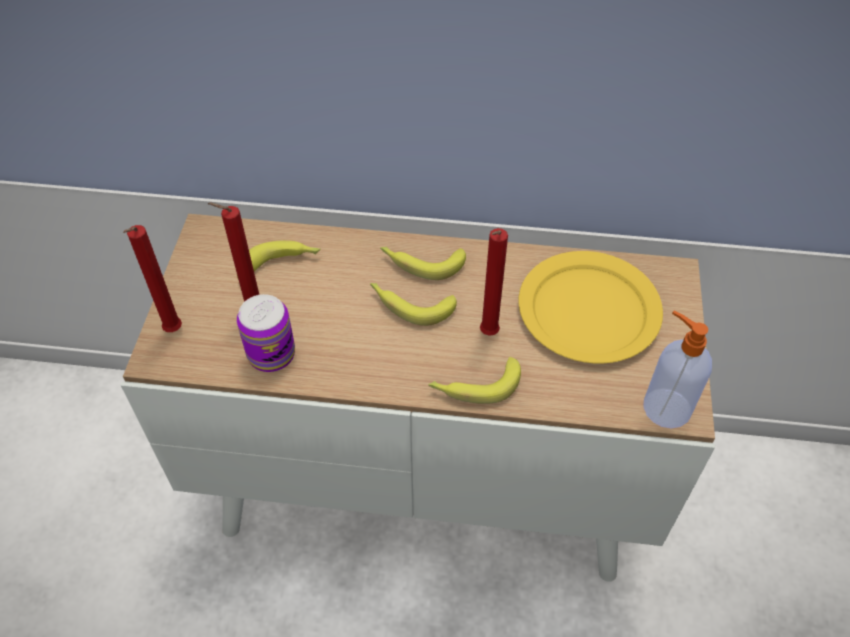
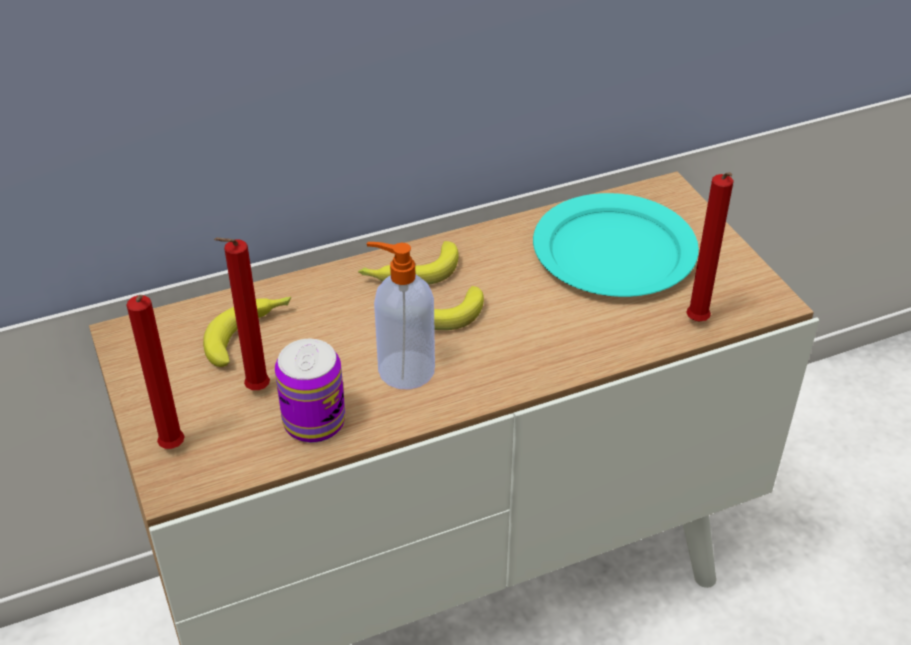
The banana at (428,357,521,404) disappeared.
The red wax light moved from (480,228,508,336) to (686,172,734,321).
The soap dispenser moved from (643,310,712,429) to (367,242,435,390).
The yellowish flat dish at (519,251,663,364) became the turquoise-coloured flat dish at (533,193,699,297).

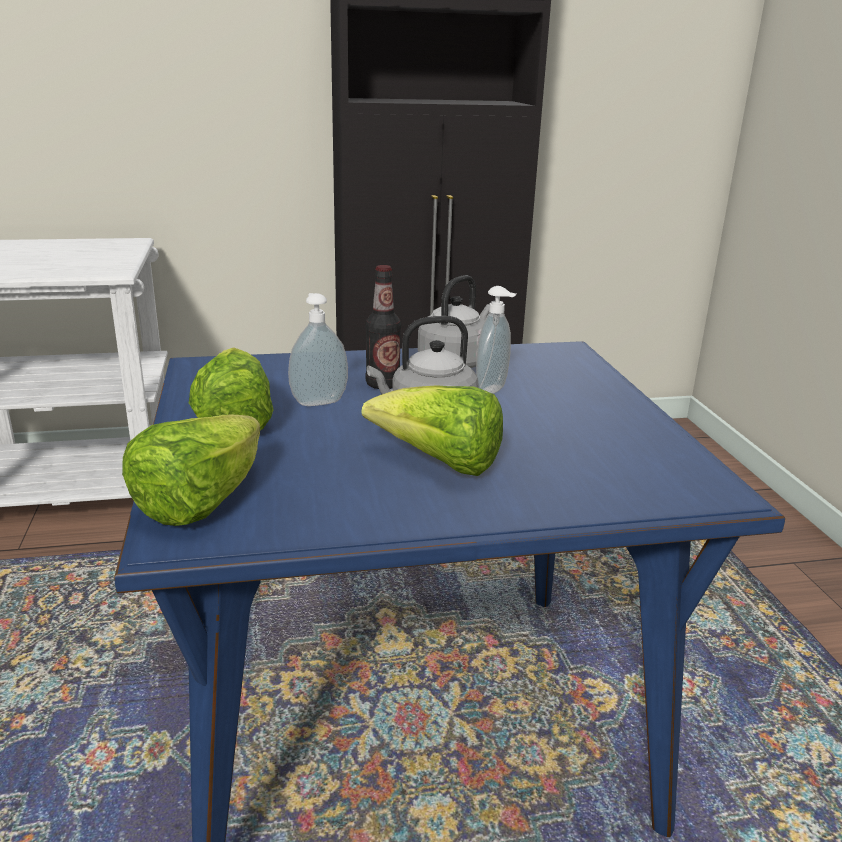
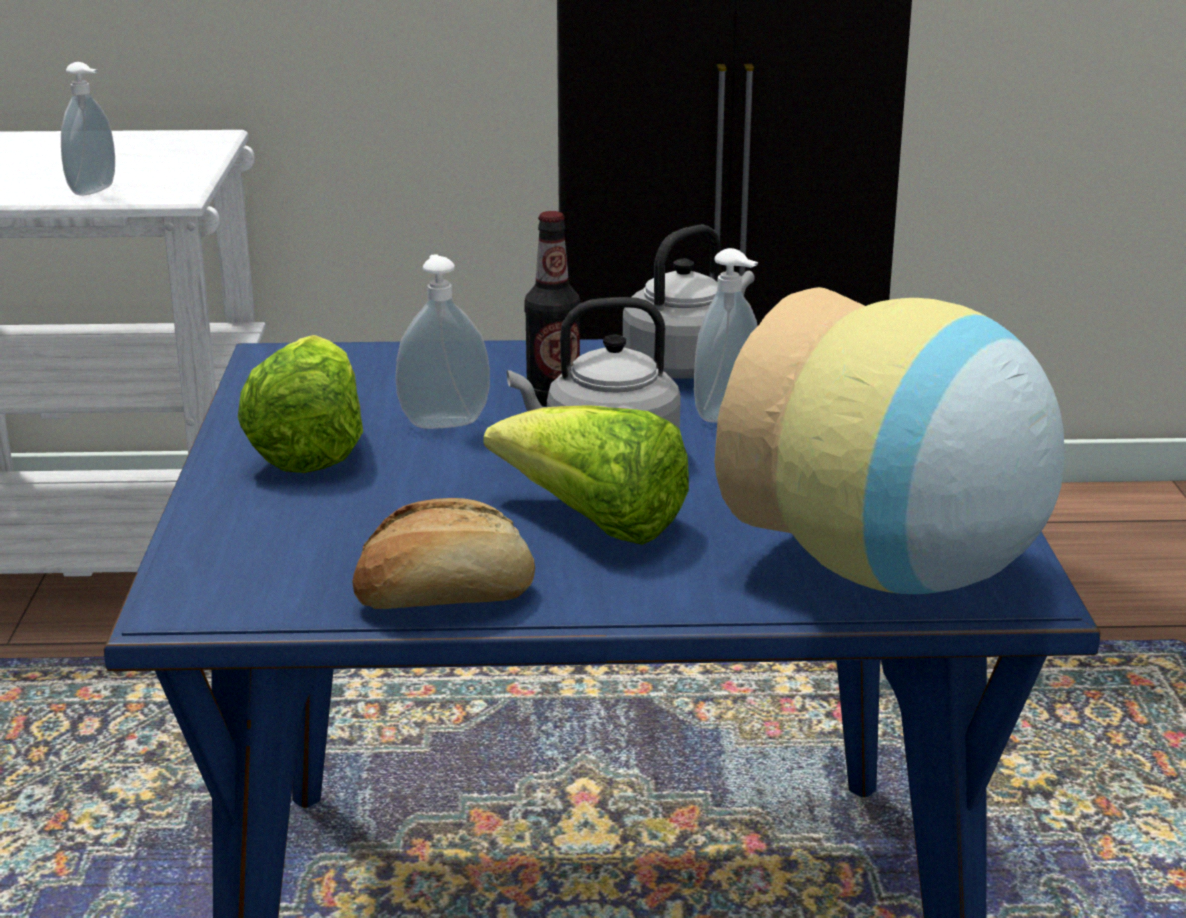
The head of lettuce at (122,415,260,526) disappeared.
The soap dispenser at (61,62,115,196) appeared.
The baked bread at (352,498,535,609) appeared.
The flower vase at (715,287,1064,594) appeared.

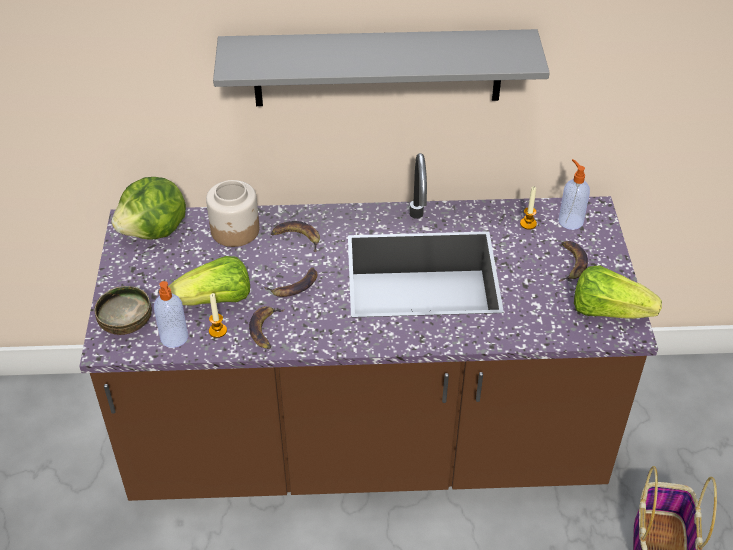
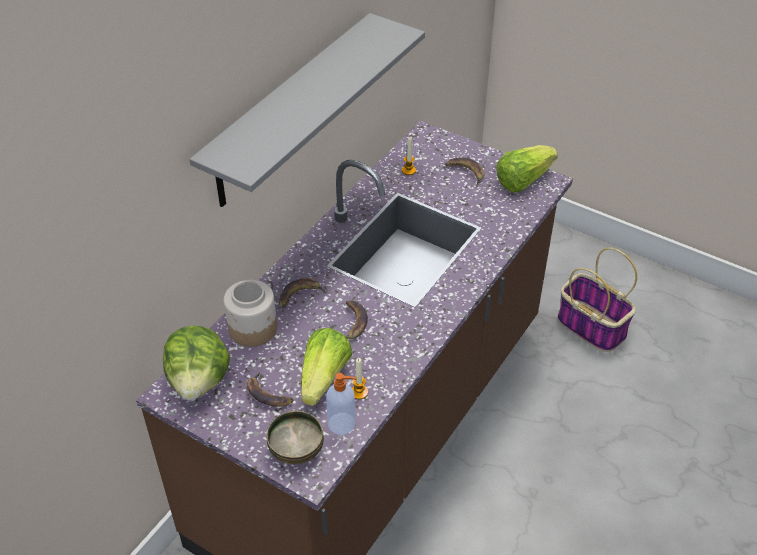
The soap dispenser at (559,159,590,230) disappeared.
The banana moved from (249,306,285,349) to (247,371,293,407).

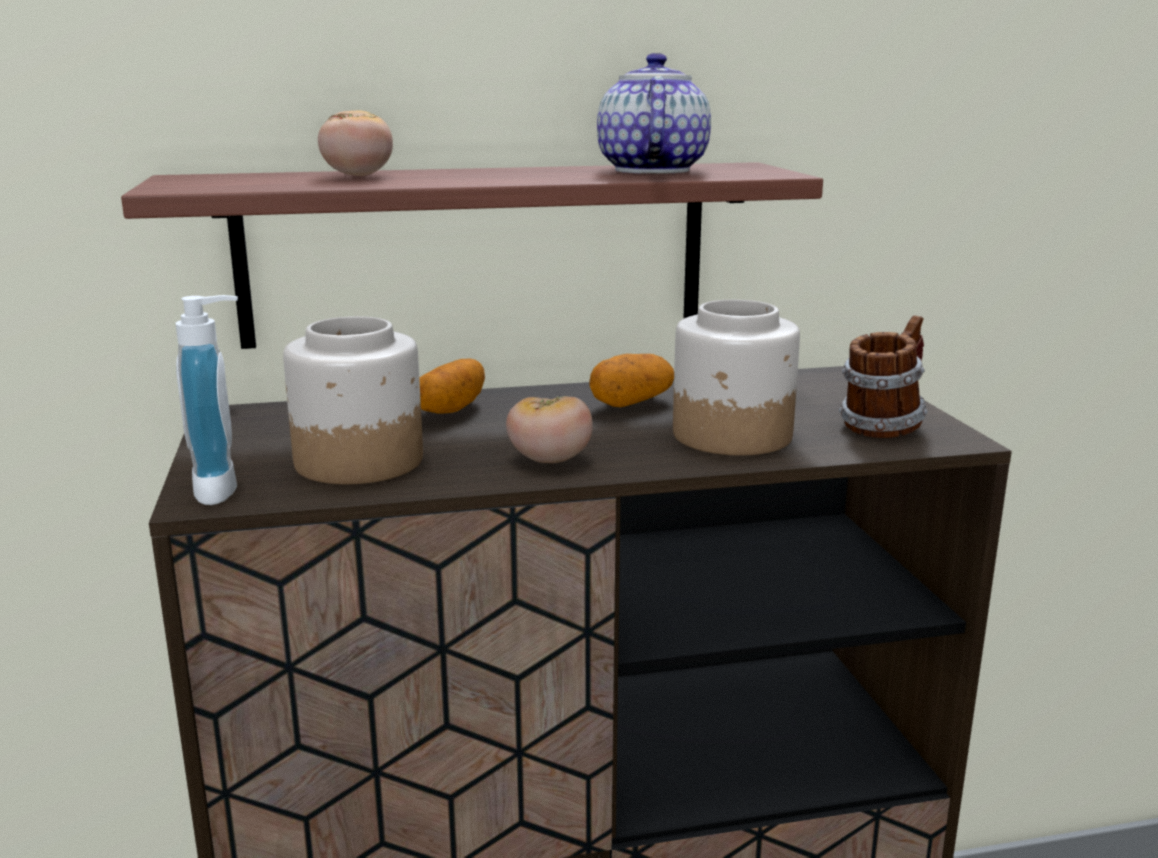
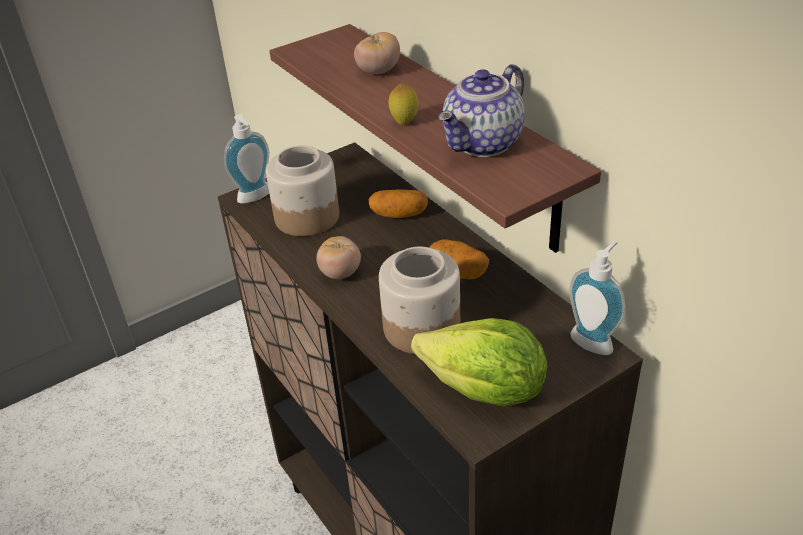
The whole lemon at (389,83,418,125) appeared.
The soap dispenser at (569,241,625,355) appeared.
The coffee mug at (839,316,928,438) was replaced by the head of lettuce at (411,318,547,407).
The teapot at (597,53,711,174) turned 150 degrees clockwise.

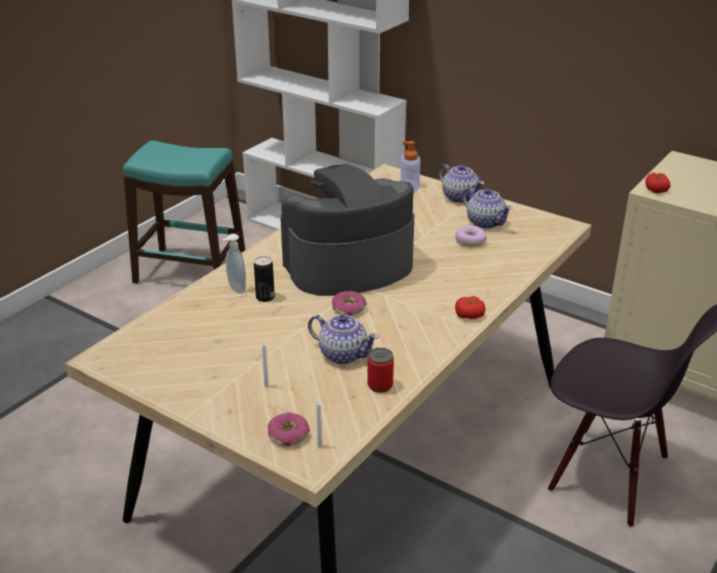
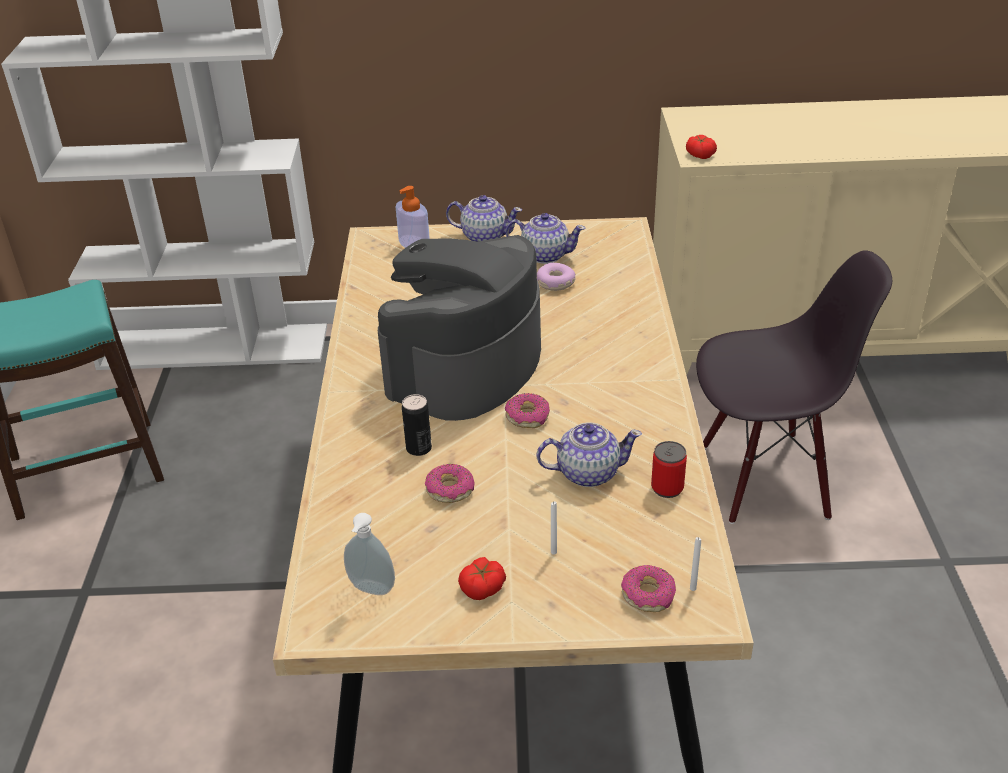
The doughnut at (425,464,475,503) appeared.
The soap dispenser moved from (222,234,246,294) to (344,513,395,595).
The whole tomato moved from (455,296,485,319) to (458,557,506,600).

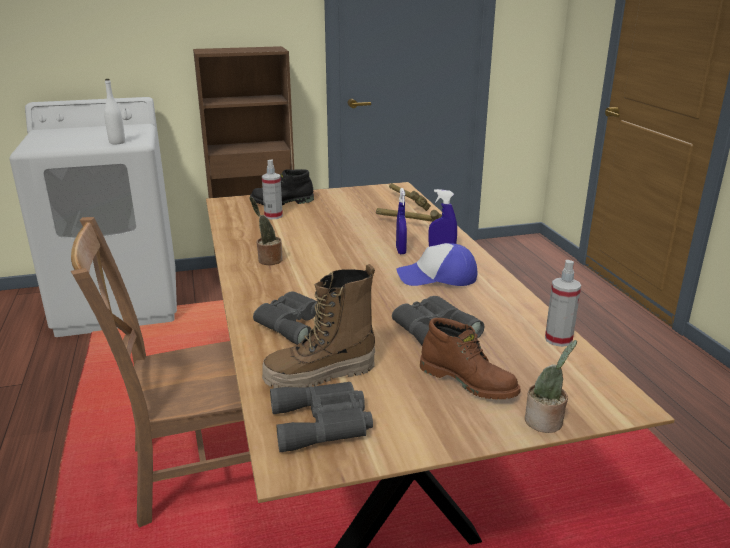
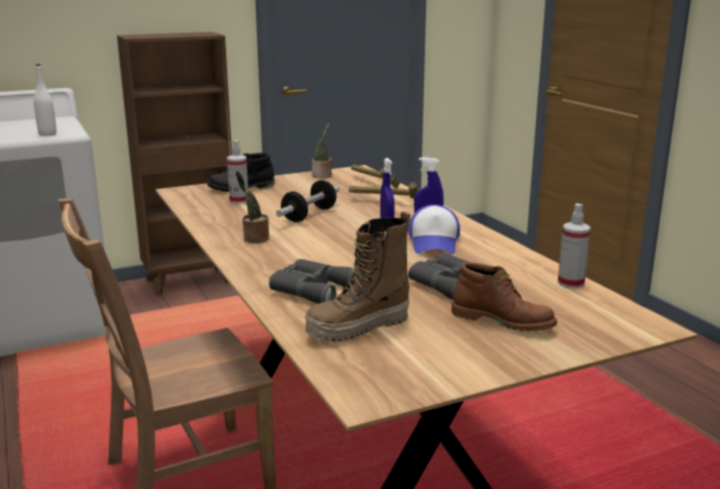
The greyish binoculars at (270,382,373,452) disappeared.
The free weight at (276,180,339,222) appeared.
The plant in a pot moved from (525,340,577,433) to (312,123,332,178).
The peaked cap at (397,243,478,286) turned 75 degrees counterclockwise.

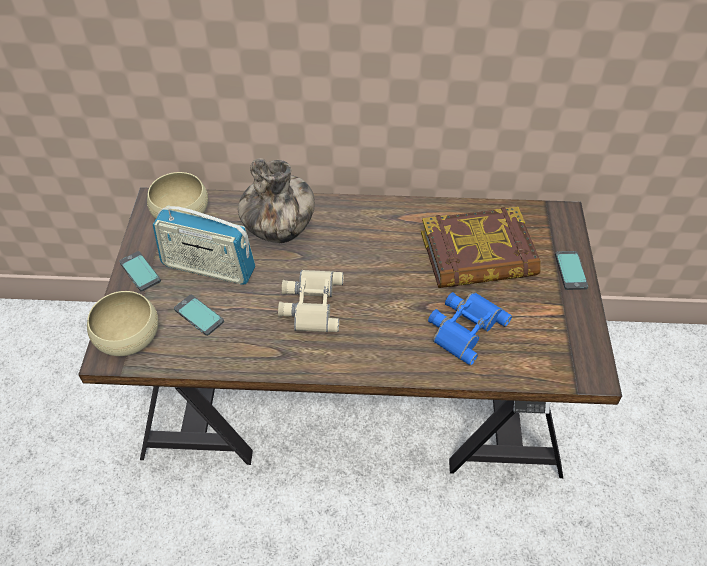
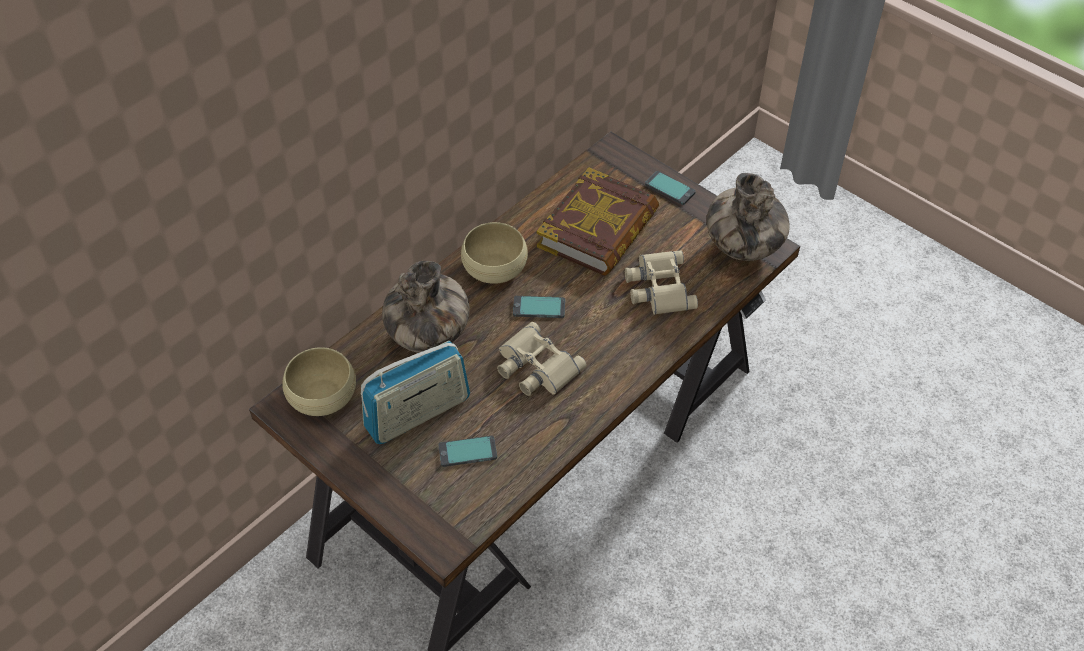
The flower vase at (706,173,790,261) appeared.
The sand-coloured serving bowl moved from (87,291,159,356) to (461,222,528,284).
The telephone moved from (119,251,161,292) to (513,296,565,318).
The bluish binoculars at (428,292,512,365) became the sand-coloured binoculars at (625,250,698,315).

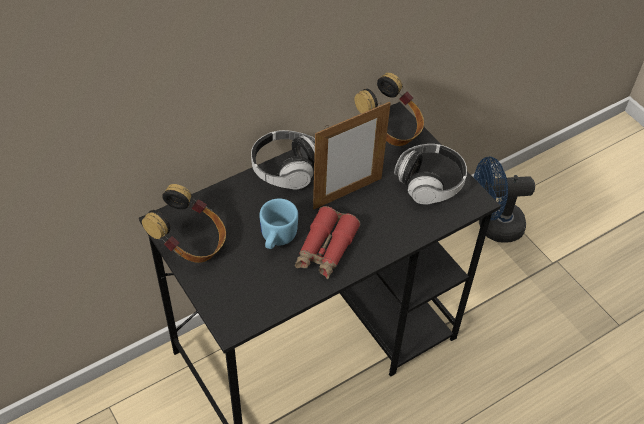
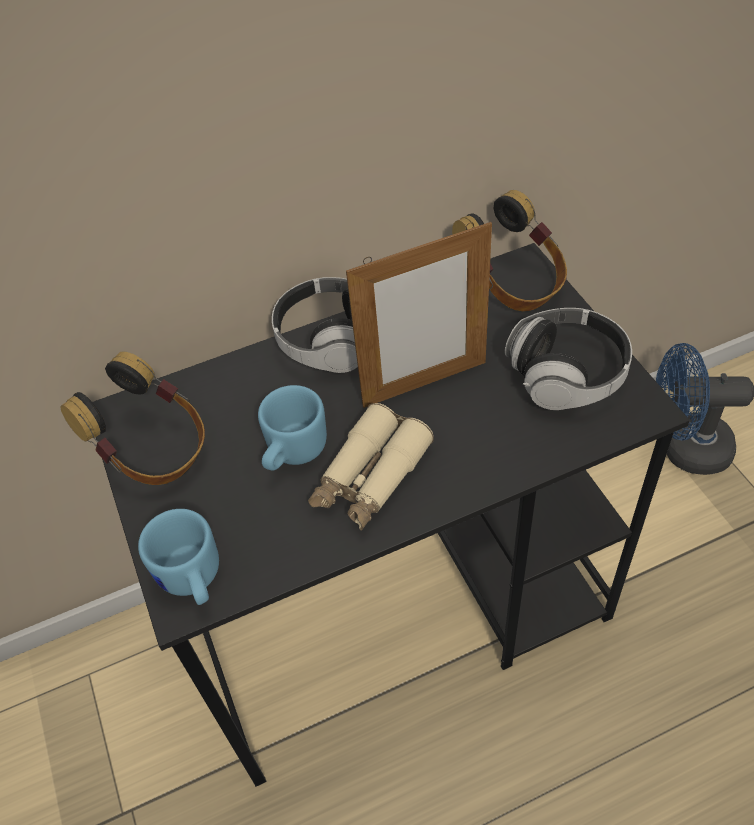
The bluish coffee mug at (138,509,219,605) appeared.
The red binoculars at (295,206,360,279) became the sand-coloured binoculars at (308,403,434,531).

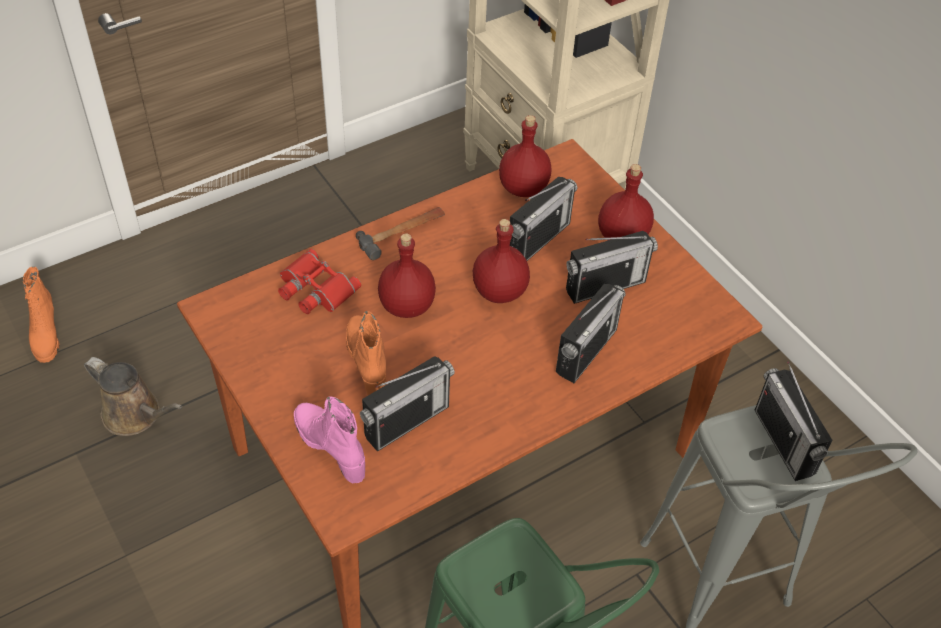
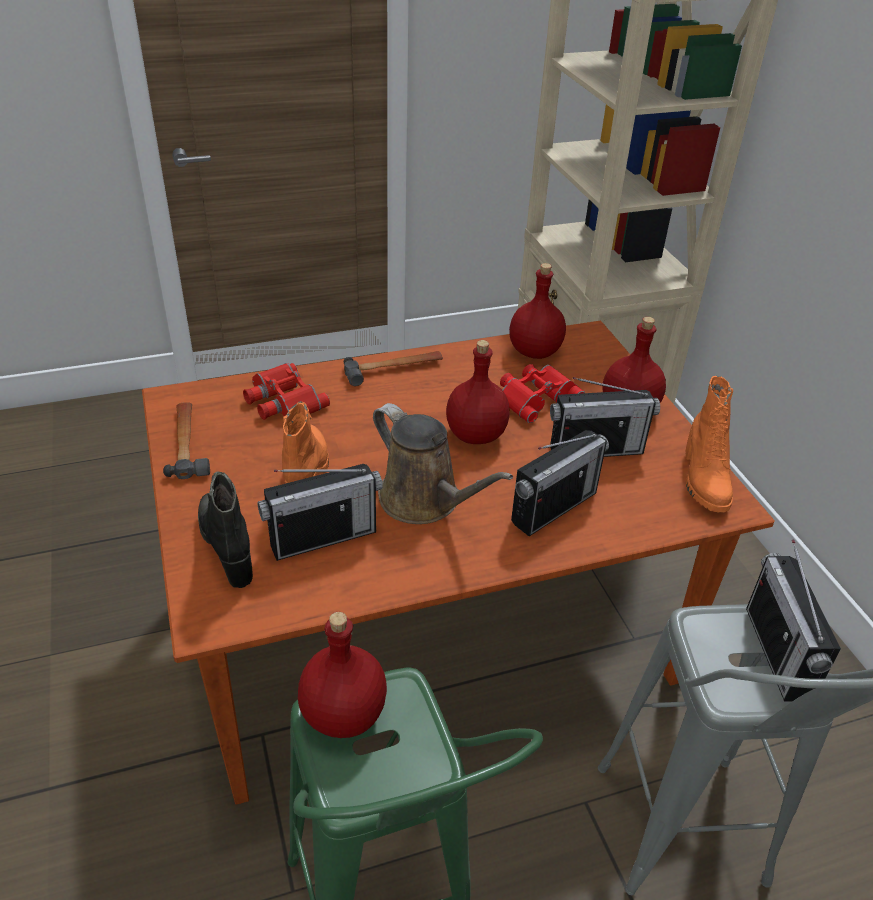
The hand hammer at (163,402,210,479) appeared.
The orangey high-top boot moved from (23,267,60,363) to (686,376,733,513).
The brown sprinkling can moved from (84,357,182,436) to (373,403,513,524).
The red bottle moved from (378,233,436,318) to (298,612,387,738).
The radio receiver at (510,177,577,261) was replaced by the red binoculars at (500,364,585,423).
The pink high-top boot at (294,397,365,483) became the black high-top boot at (198,471,253,588).

